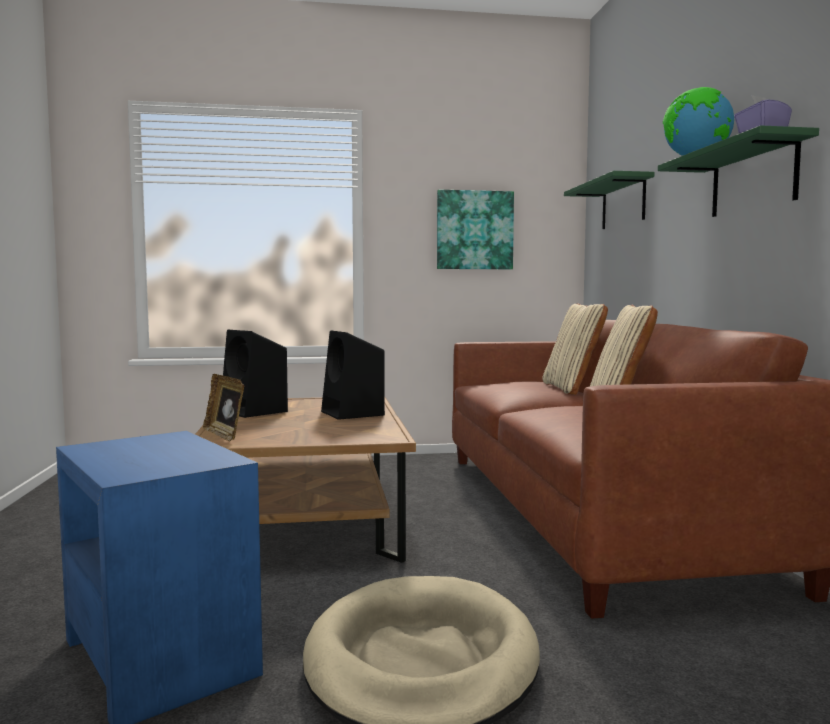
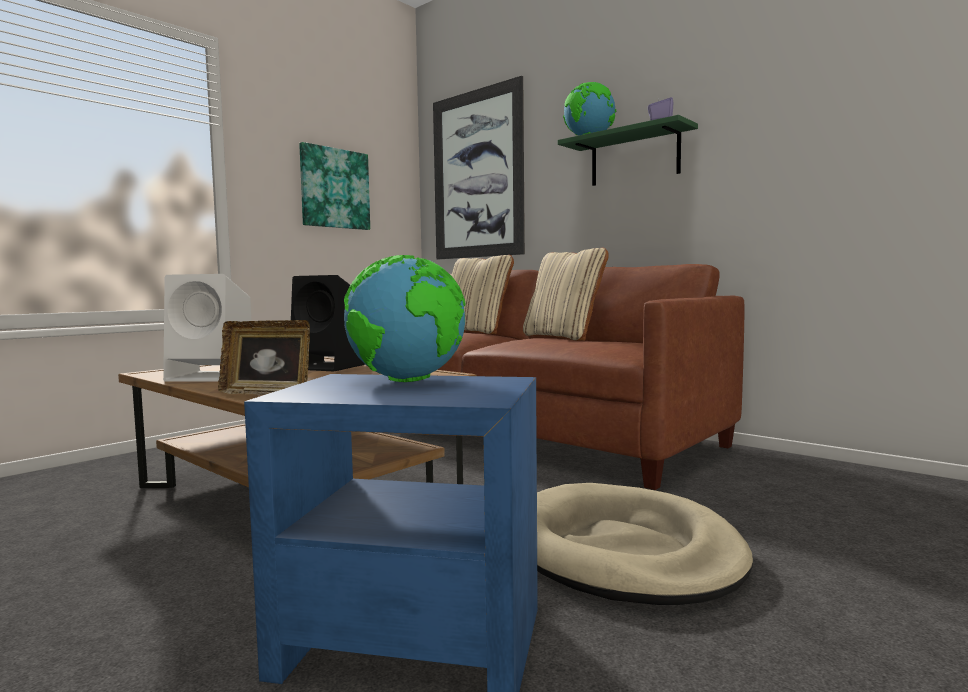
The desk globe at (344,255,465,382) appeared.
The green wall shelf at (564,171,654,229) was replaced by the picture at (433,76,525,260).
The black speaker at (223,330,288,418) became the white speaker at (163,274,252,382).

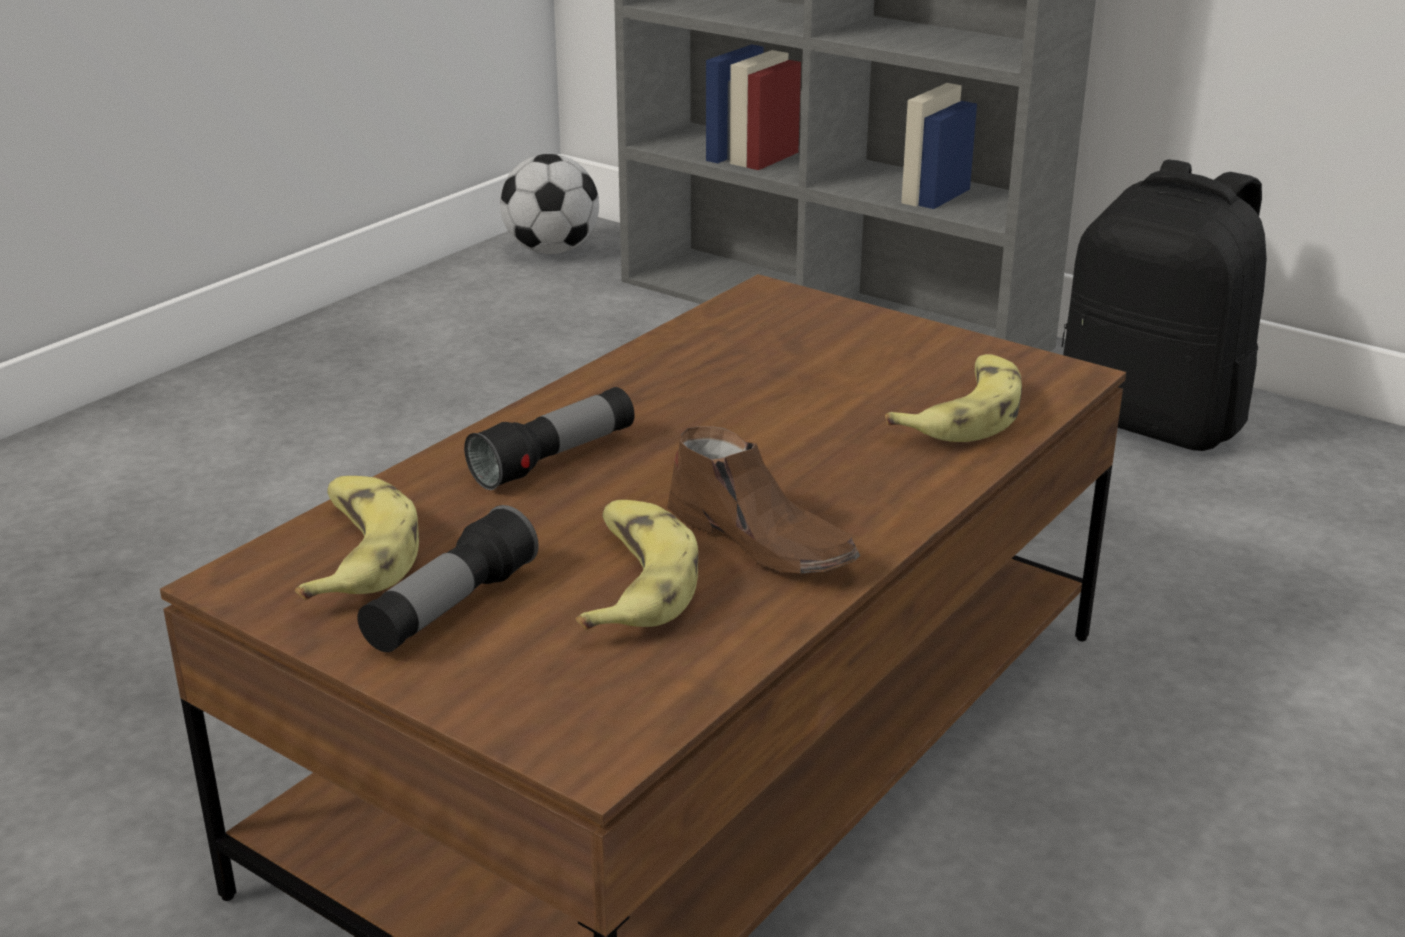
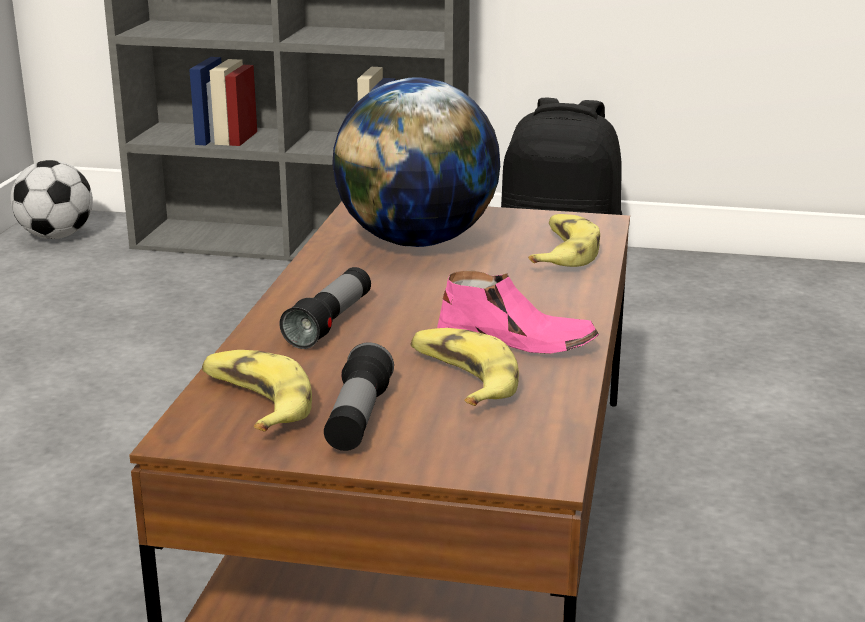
The desk globe at (332,77,500,247) appeared.
The brown low shoe at (667,426,860,574) became the pink low shoe at (437,270,599,354).

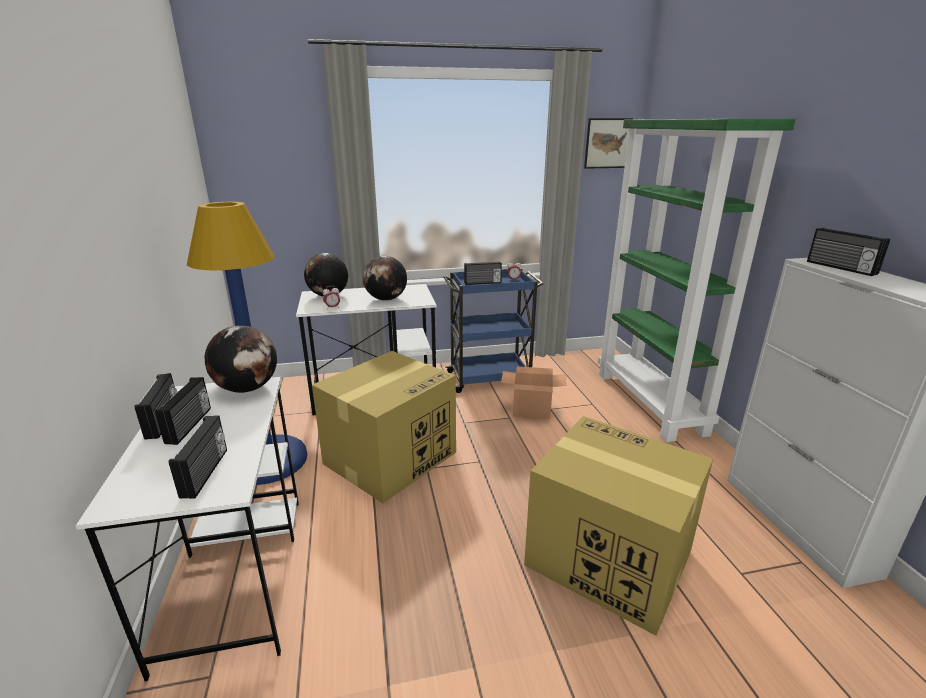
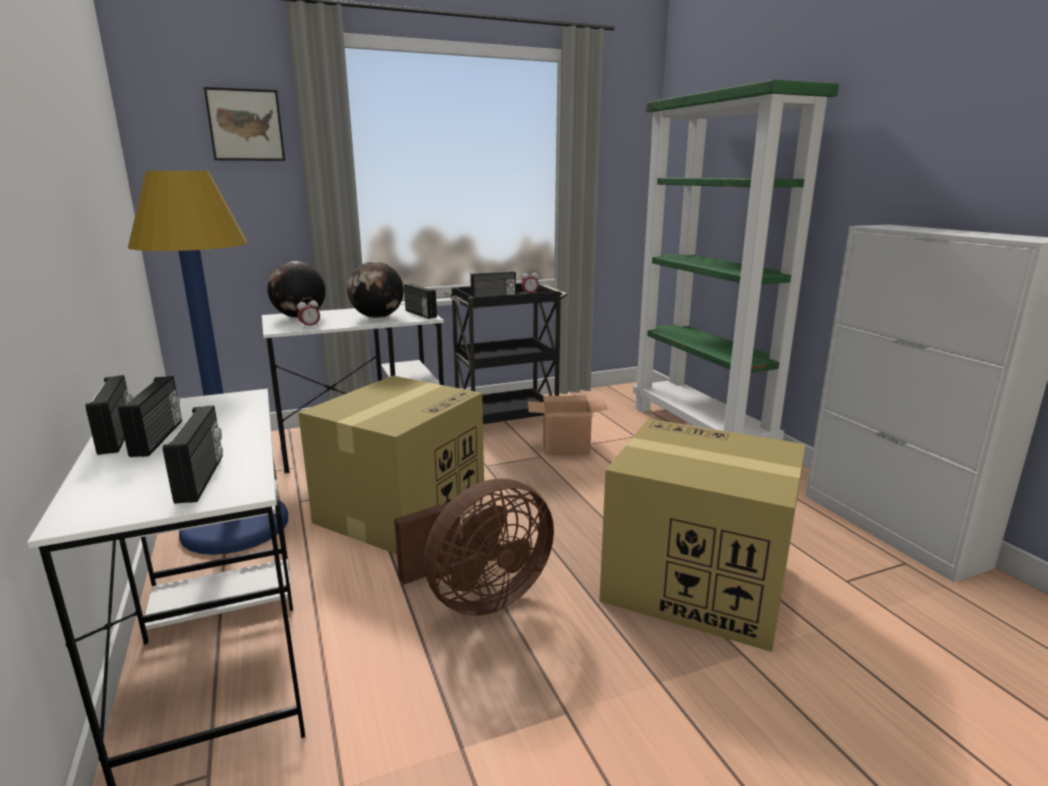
The desk globe at (205,325,277,393) disappeared.
The brown fan at (394,479,554,616) appeared.
The picture moved from (584,118,633,169) to (204,87,285,161).
The radio receiver moved from (807,228,890,276) to (404,284,437,319).
The bluish trolley at (443,268,543,393) became the black trolley at (444,283,567,424).

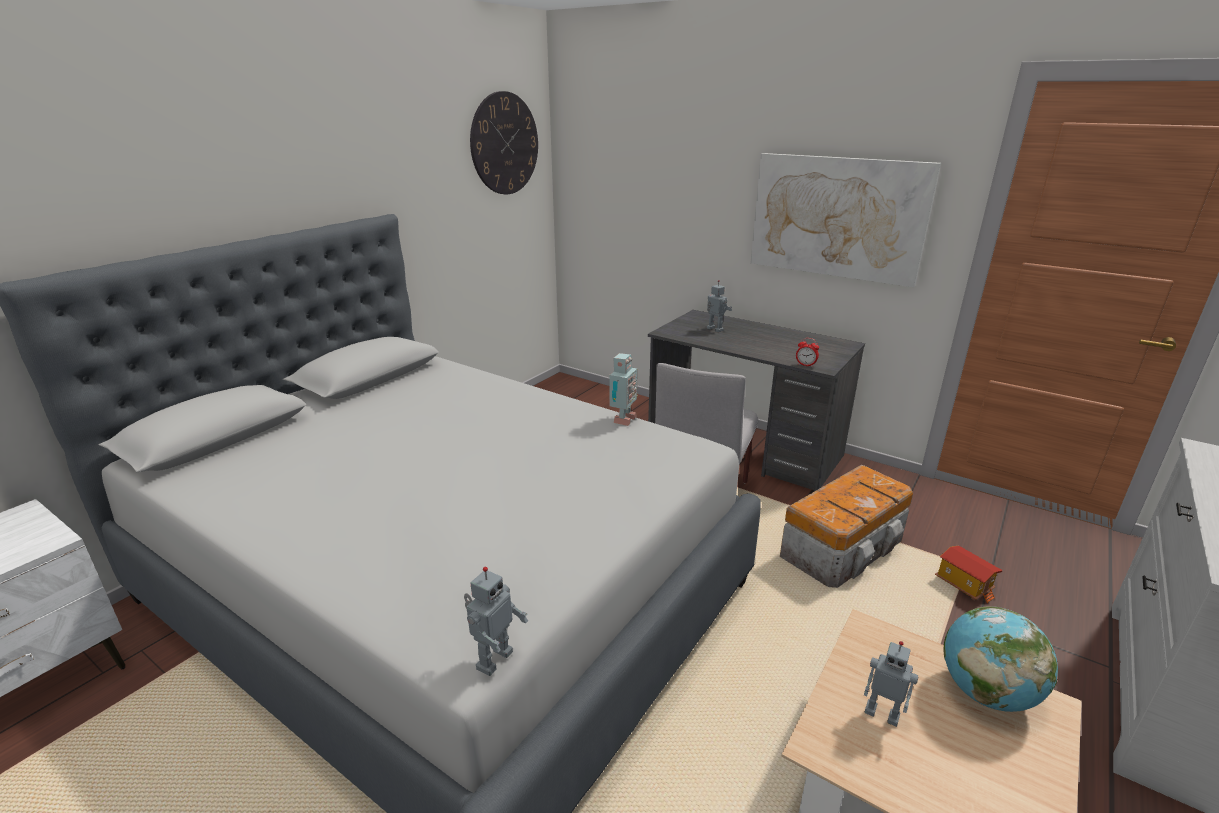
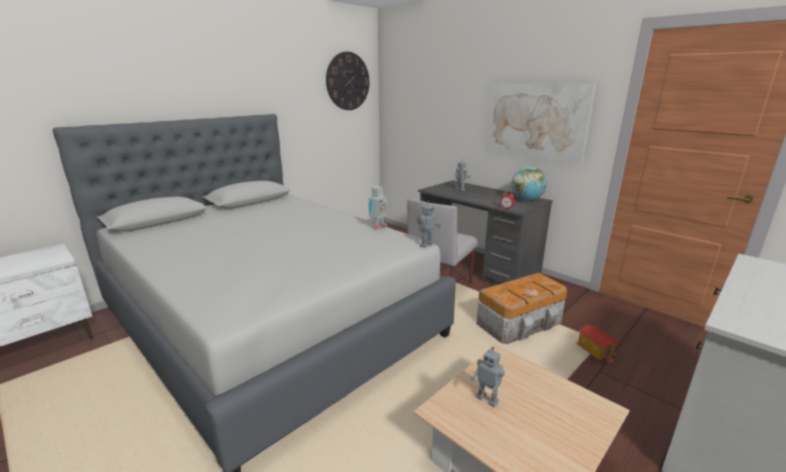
The toy robot moved from (464,567,528,676) to (417,201,441,248).
The desk globe moved from (943,606,1058,712) to (511,166,547,201).

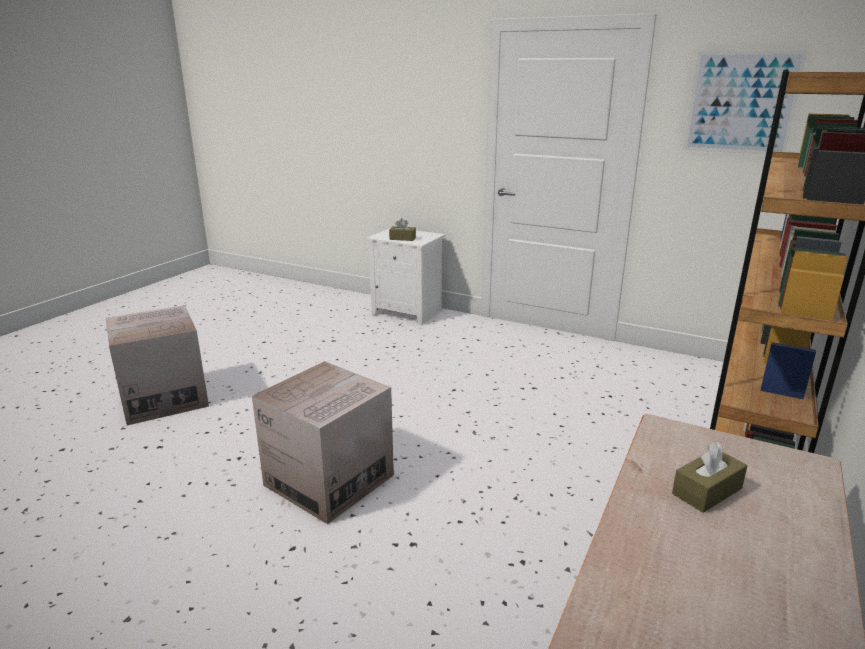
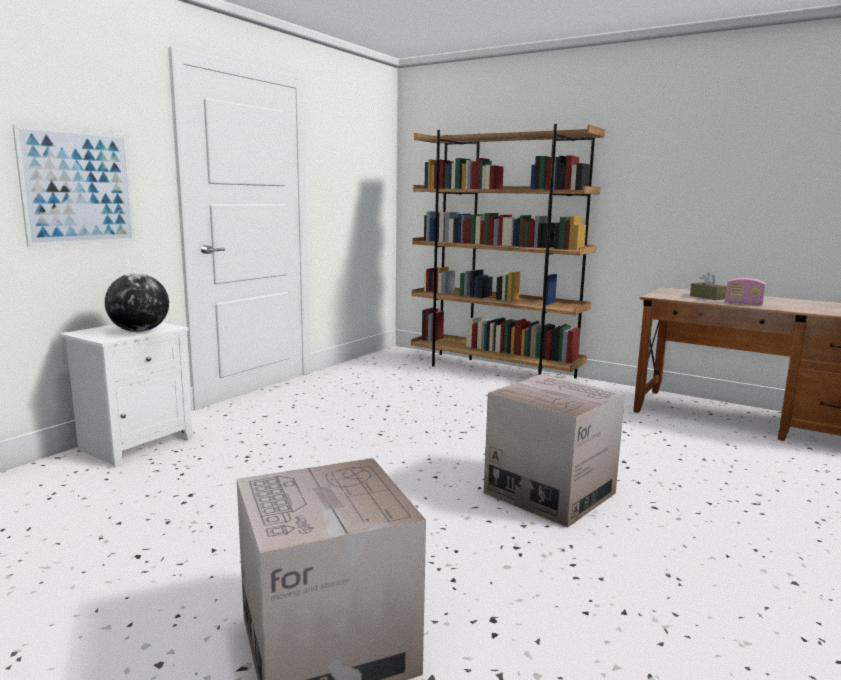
The radio receiver at (725,278,766,306) appeared.
The picture moved from (683,50,808,154) to (12,124,135,247).
The brown tissue box at (389,218,416,241) was replaced by the desk globe at (105,273,169,332).

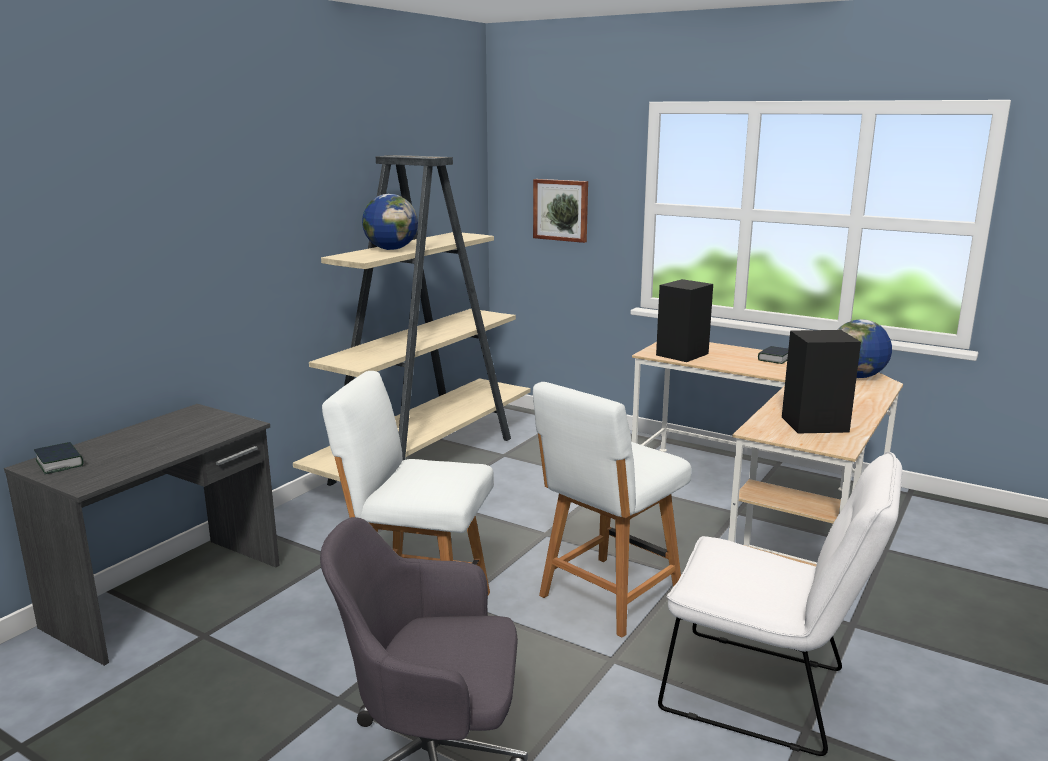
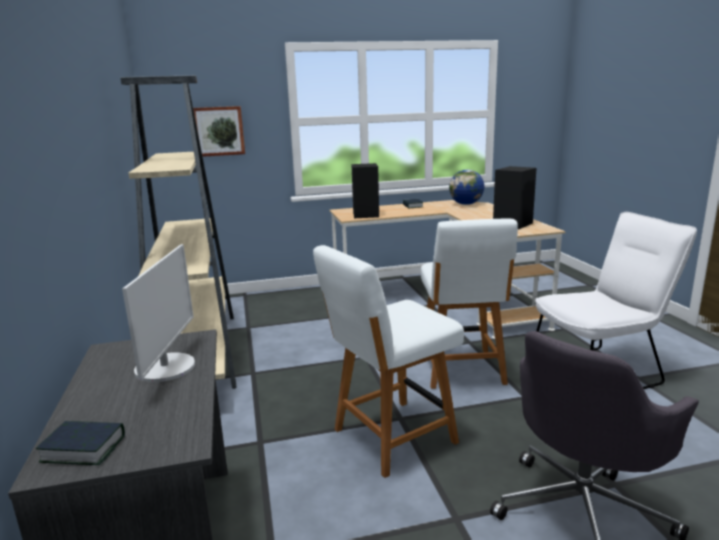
The desk globe at (362,194,418,250) disappeared.
The computer display at (122,244,195,382) appeared.

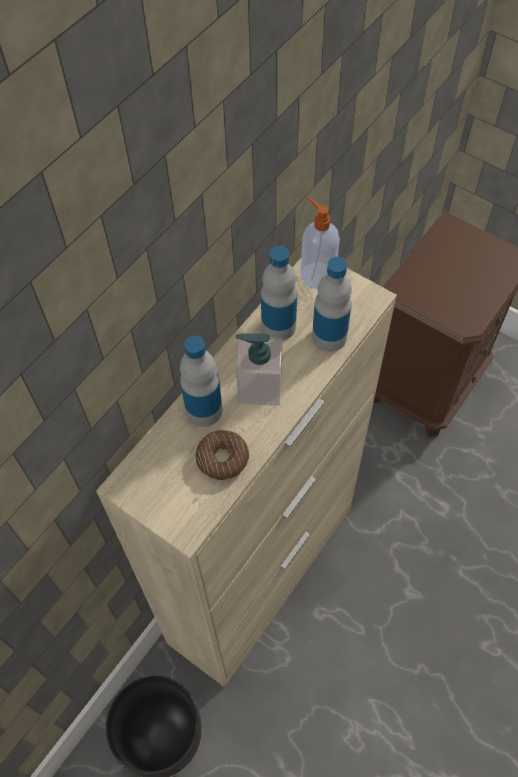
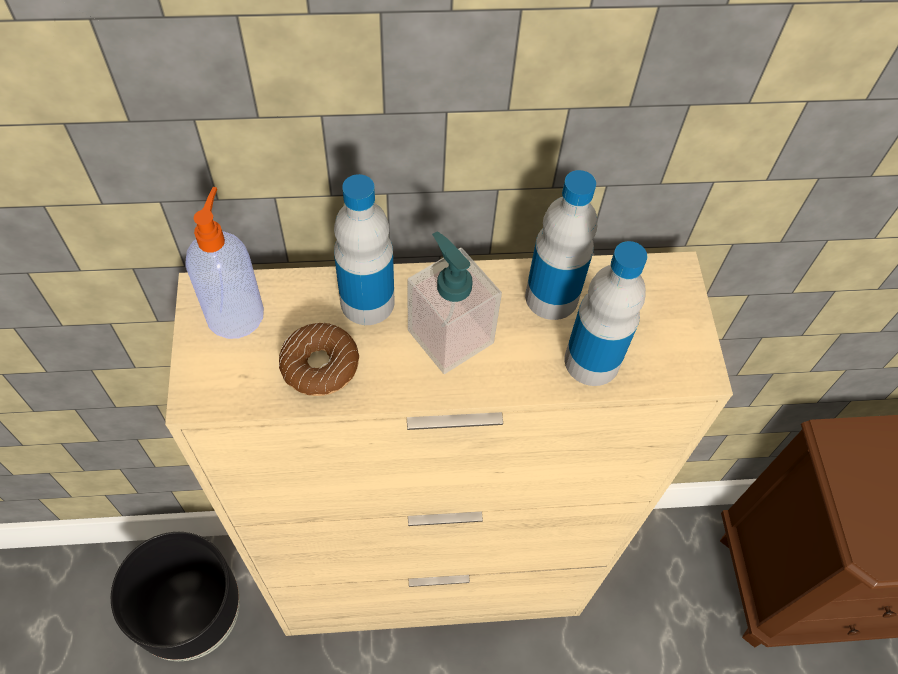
The soap dispenser moved from (301,197,340,289) to (186,187,264,339).

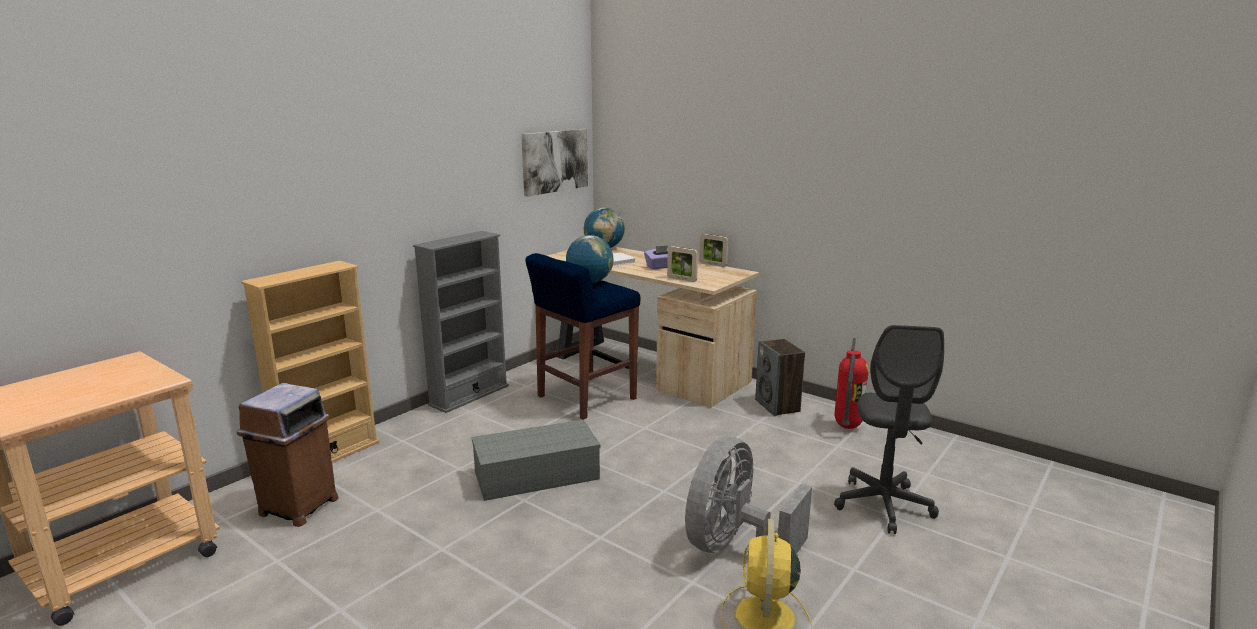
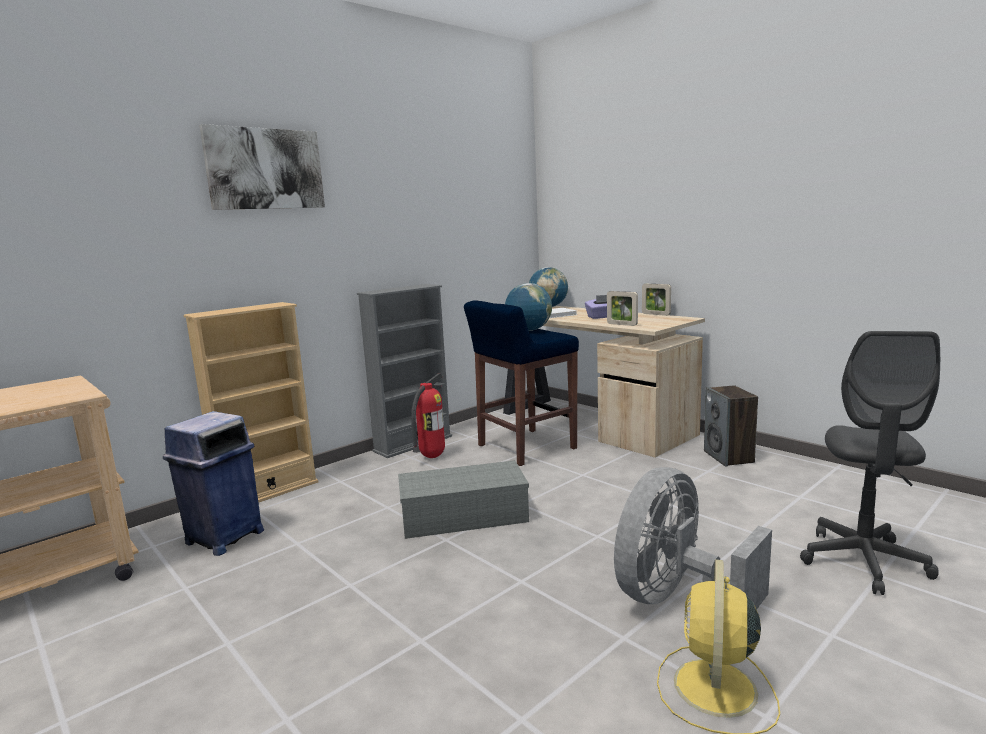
The picture moved from (521,129,588,197) to (199,124,325,210).
The fire-fighting cylinder moved from (835,338,869,429) to (411,373,445,458).
The brown waste bin at (237,383,339,527) became the bluish waste bin at (163,411,264,556).

